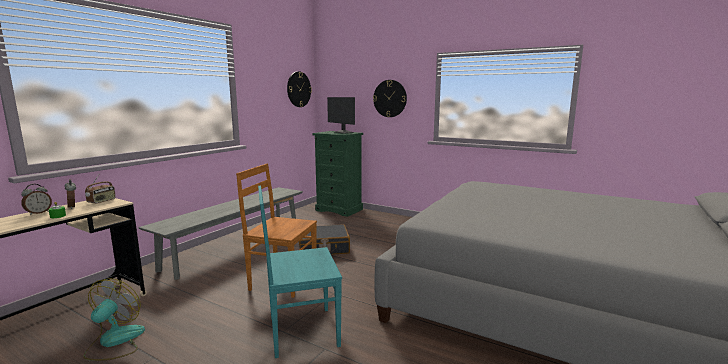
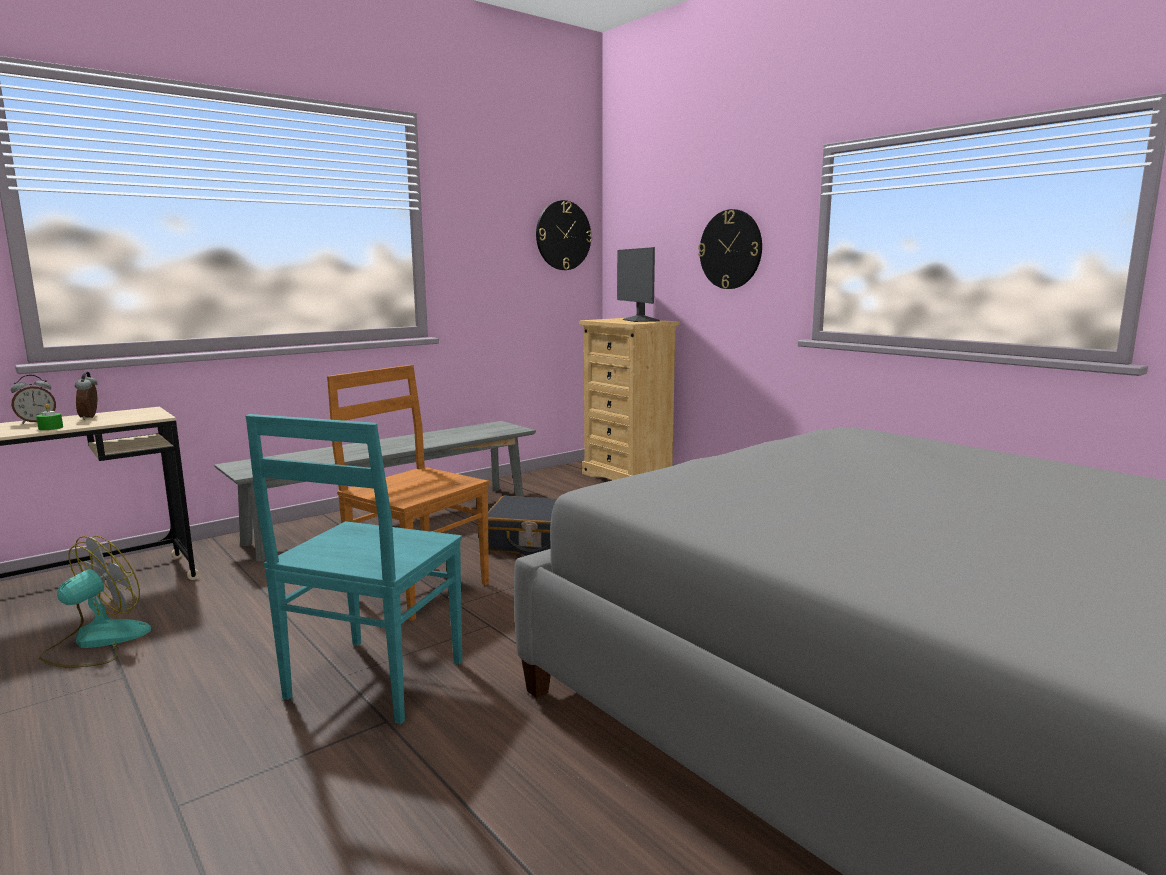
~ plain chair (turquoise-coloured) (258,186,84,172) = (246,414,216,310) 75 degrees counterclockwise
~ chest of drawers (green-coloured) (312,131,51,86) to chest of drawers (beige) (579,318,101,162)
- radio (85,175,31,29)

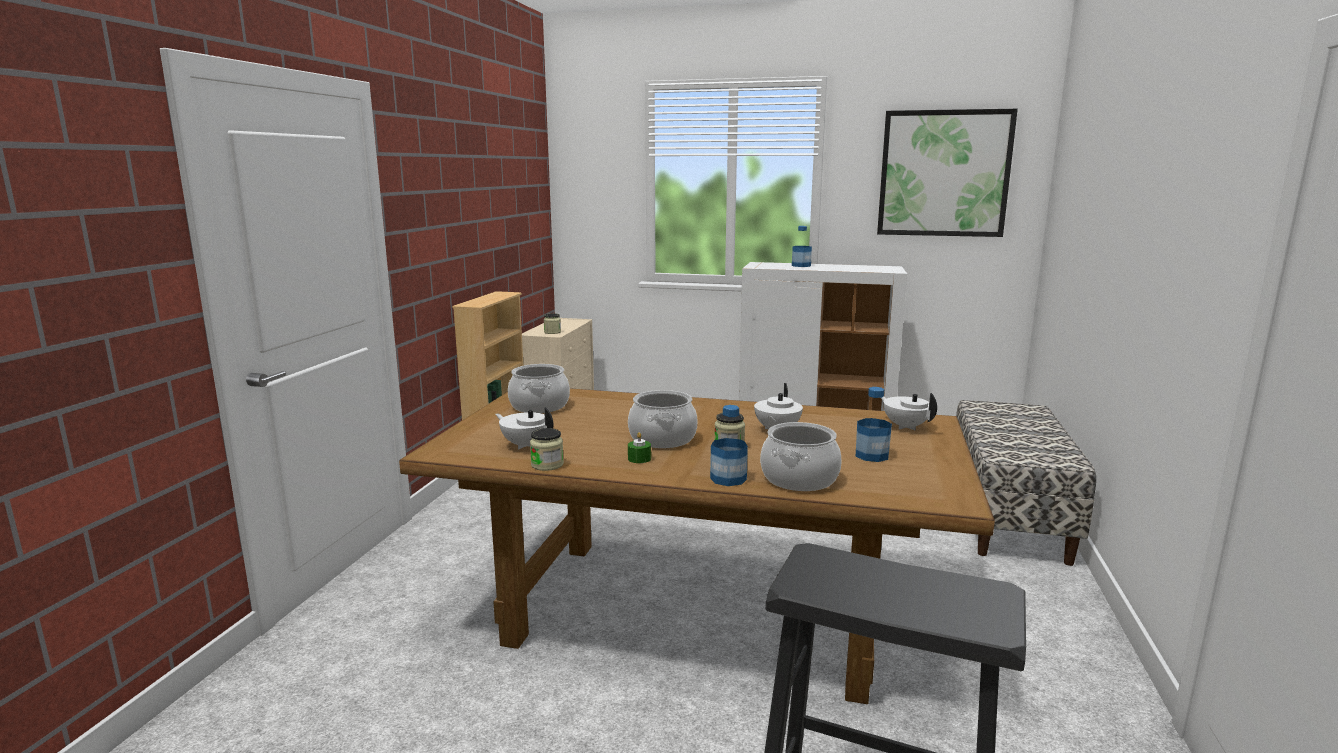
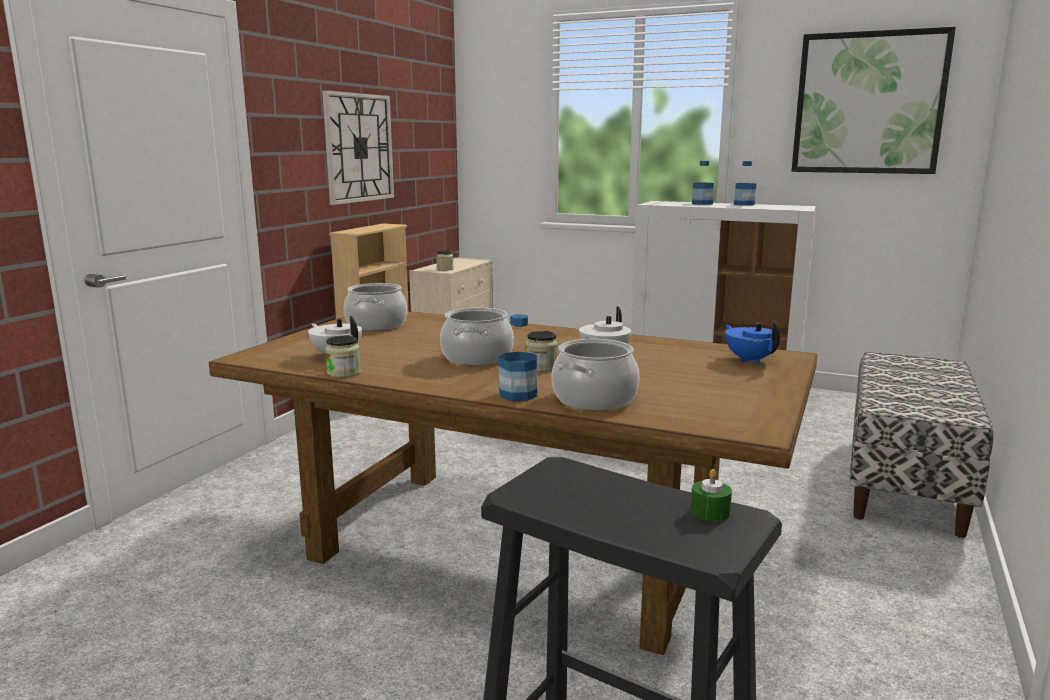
+ hanging clock (322,90,72,115)
~ candle (green-coloured) (628,432,23,31) to (691,469,41,52)
~ tea pot (white) (881,393,56,37) to tea pot (blue) (725,321,55,43)
~ bottle (856,387,36,75) to (734,161,23,45)

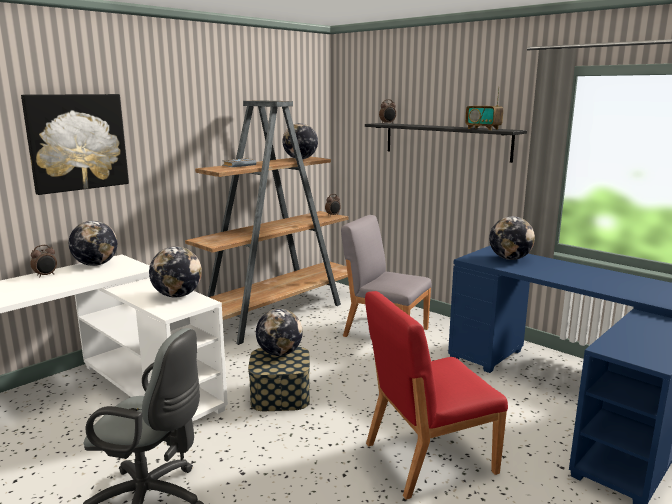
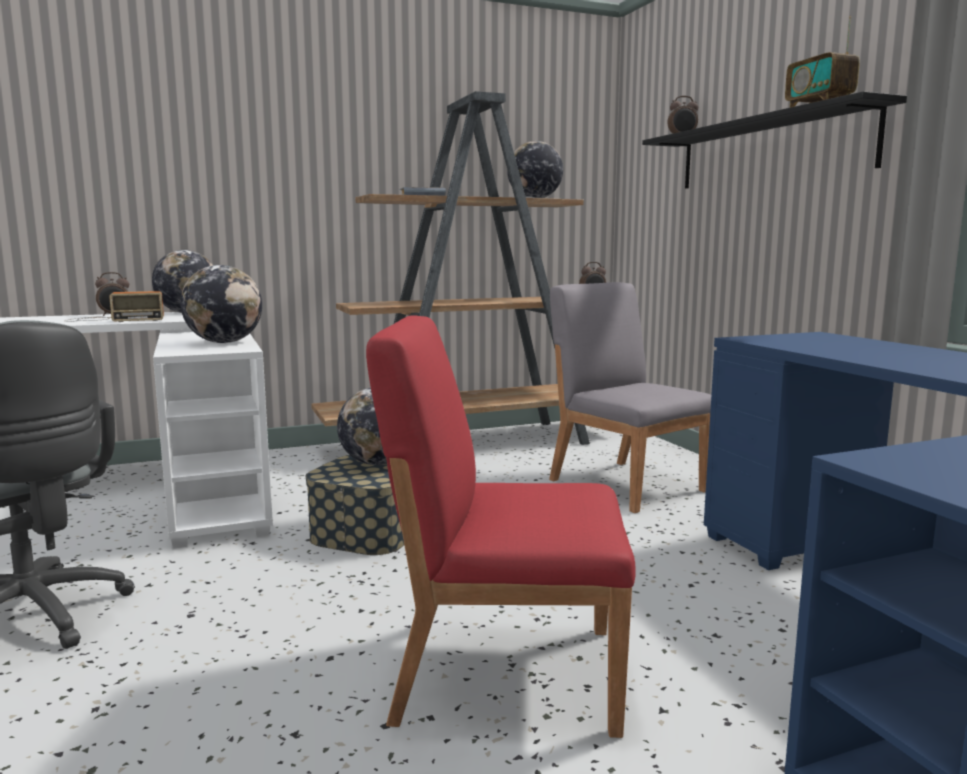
+ radio (65,291,99,31)
- wall picture (21,94,108,101)
- world globe (489,216,46,44)

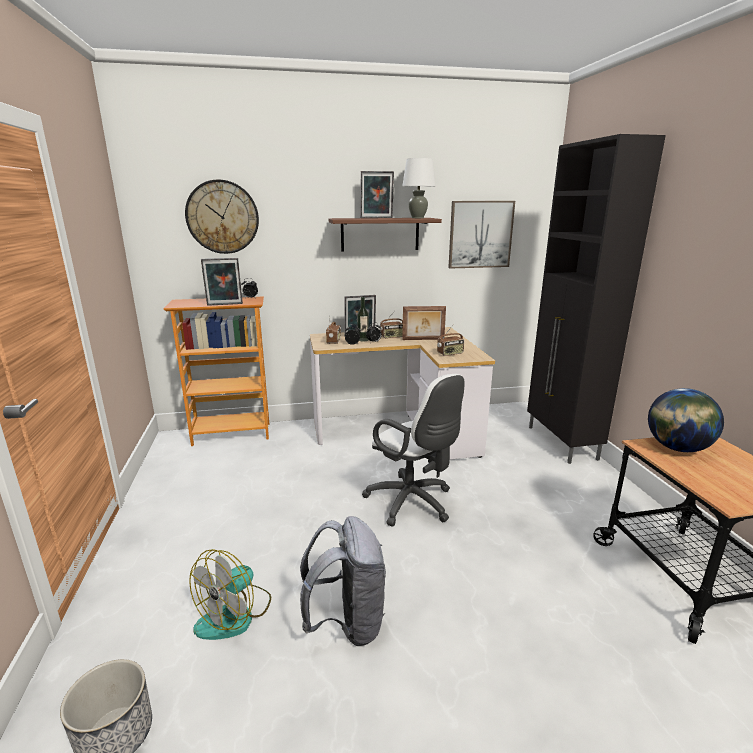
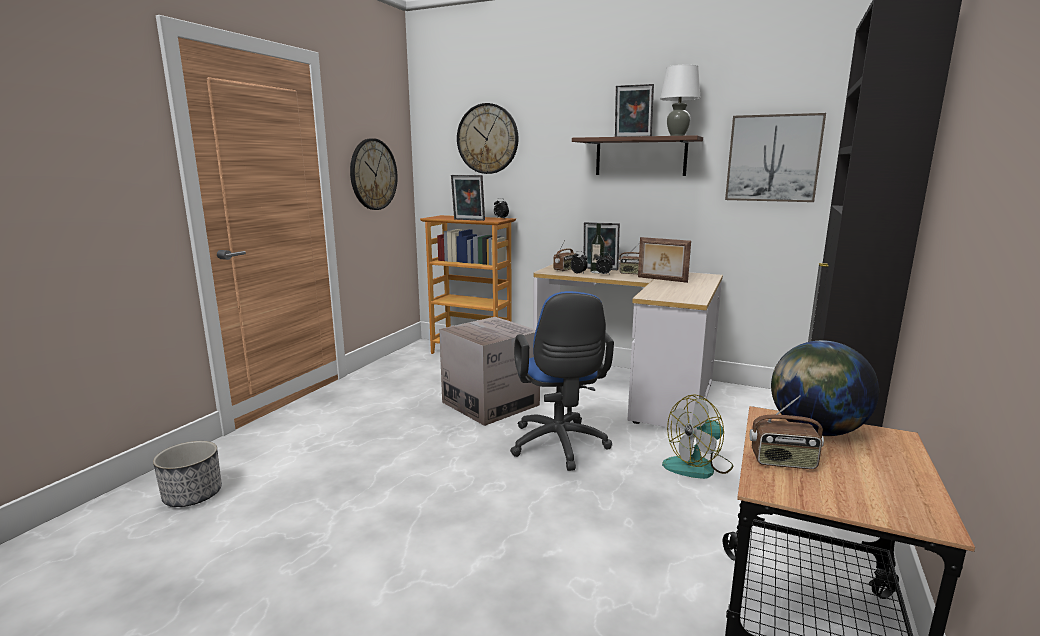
+ hanging clock (350,138,48,72)
+ cardboard box (439,317,101,109)
~ computer chair (white) (362,374,103,153) to computer chair (blue) (510,291,104,180)
~ fan (189,549,82,91) to (662,394,71,85)
~ radio (437,324,27,32) to (750,395,74,74)
- knapsack (grey) (300,516,86,130)

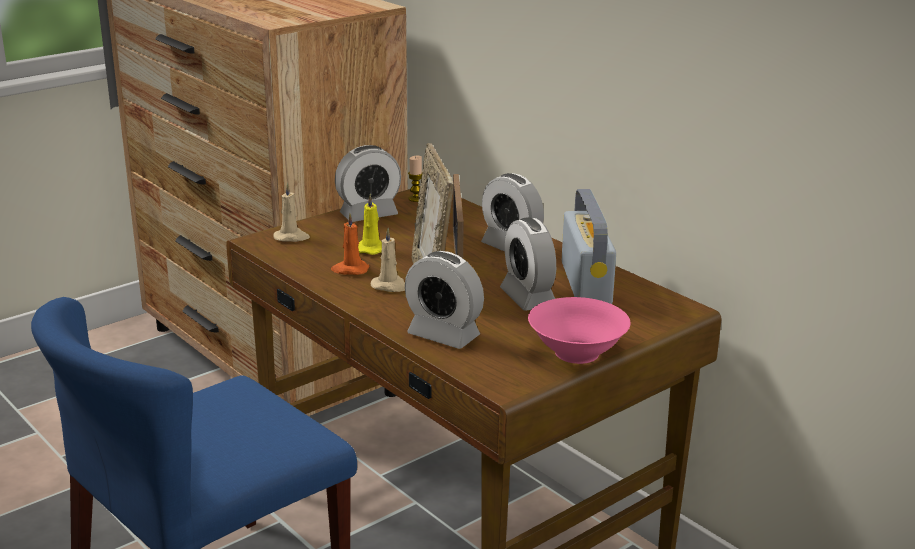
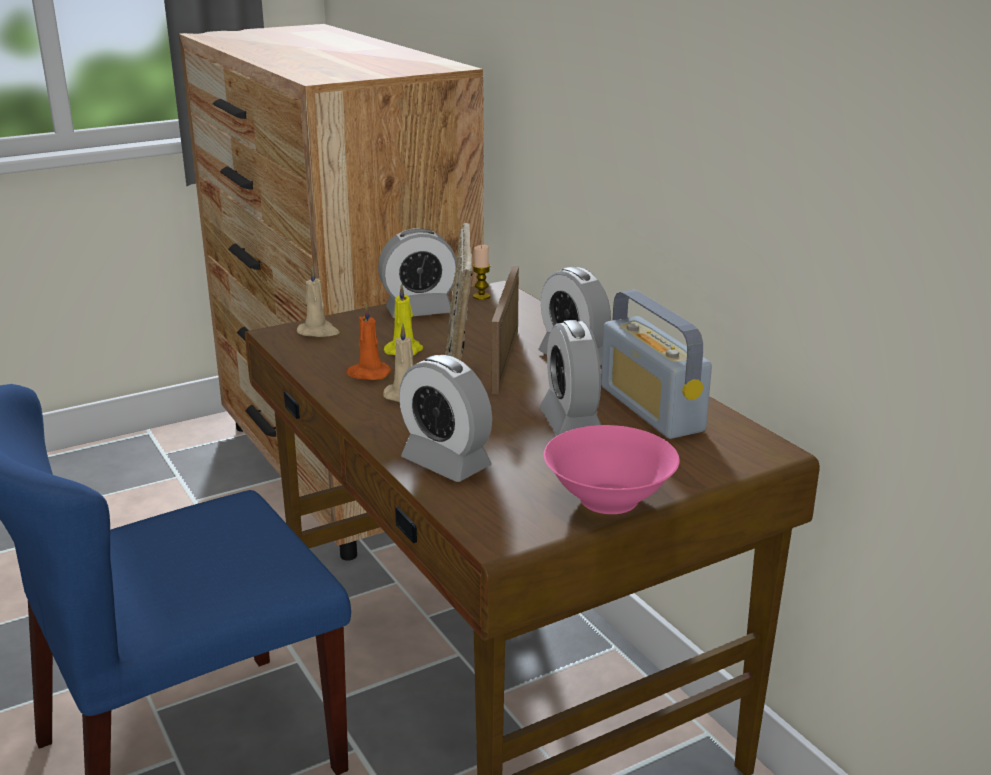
~ radio (562,189,54,115) = (601,290,111,149) 150 degrees clockwise

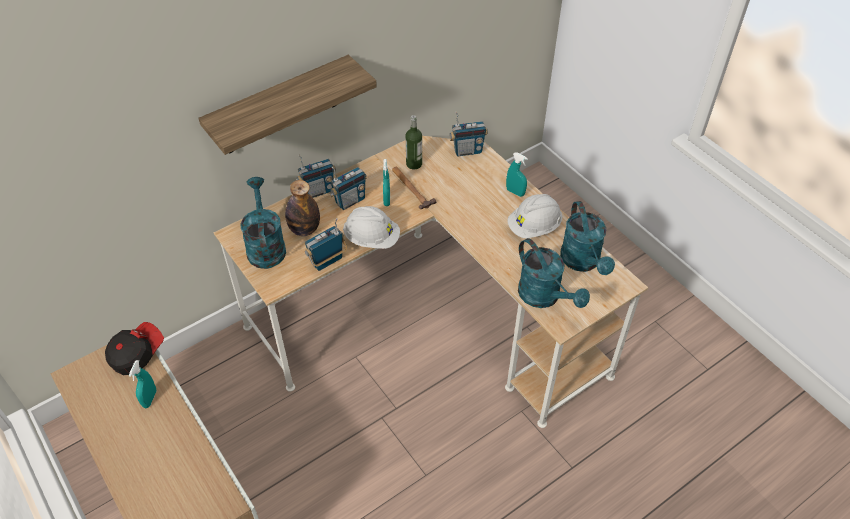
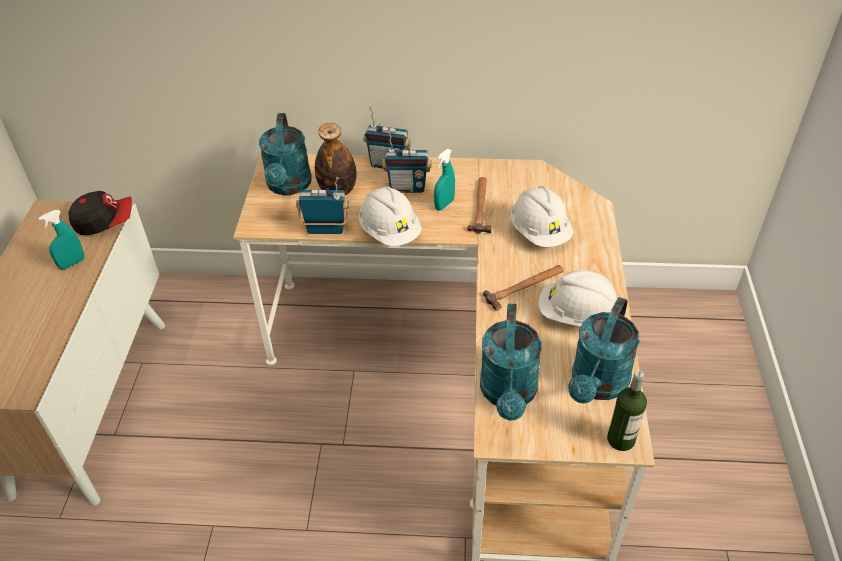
~ watering can (turquoise-coloured) (241,177,45,92) = (259,113,53,82) 150 degrees clockwise
+ hammer (483,265,81,46)
+ work helmet (white) (511,186,62,61)
~ bottle (406,115,16,54) to (607,370,40,81)
- wall shelf (199,55,178,100)
- radio (450,112,38,44)
- sprayer (turquoise-coloured) (506,152,22,45)

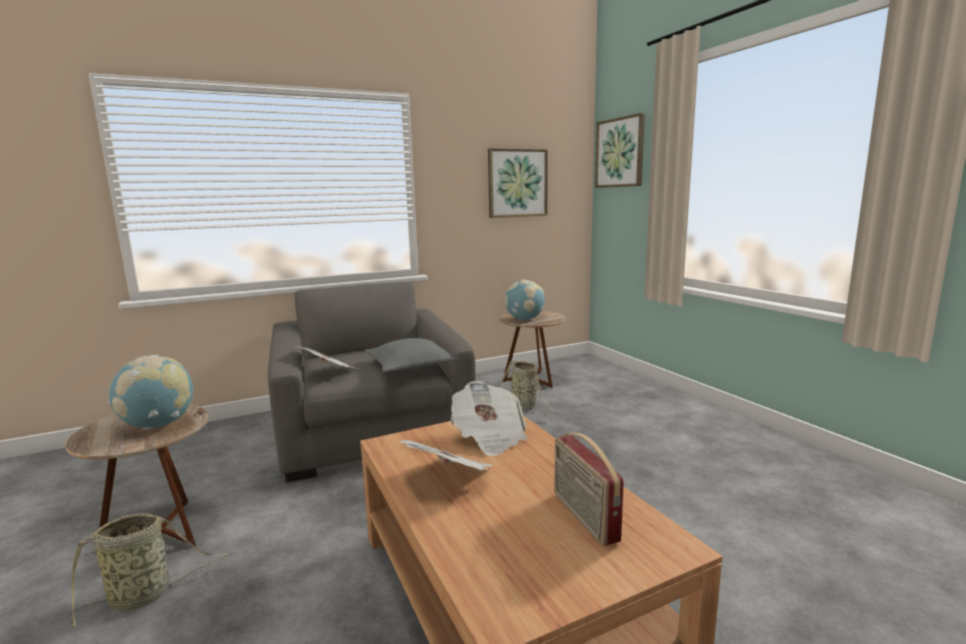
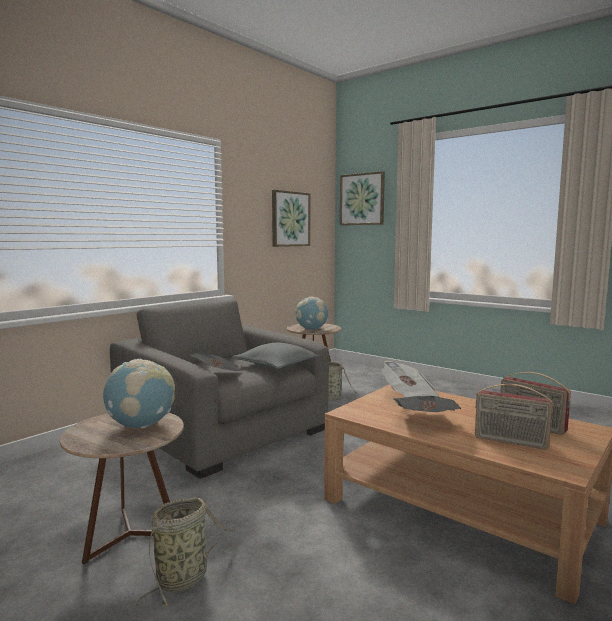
+ radio (475,384,78,66)

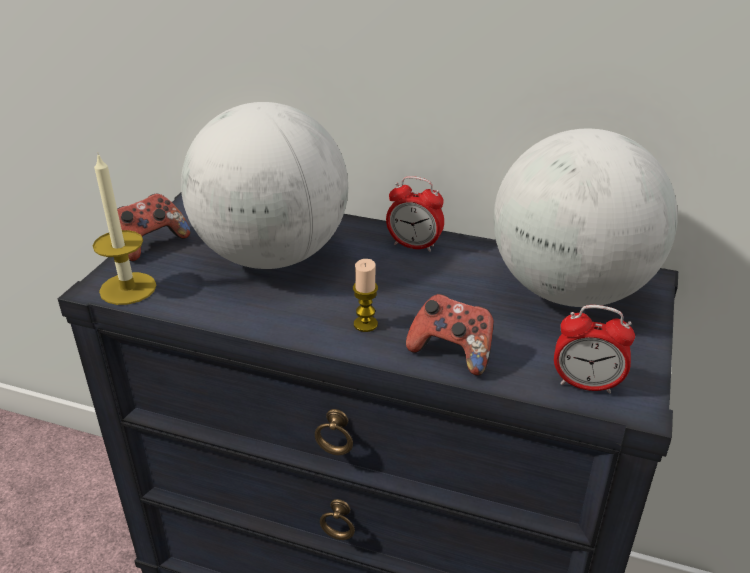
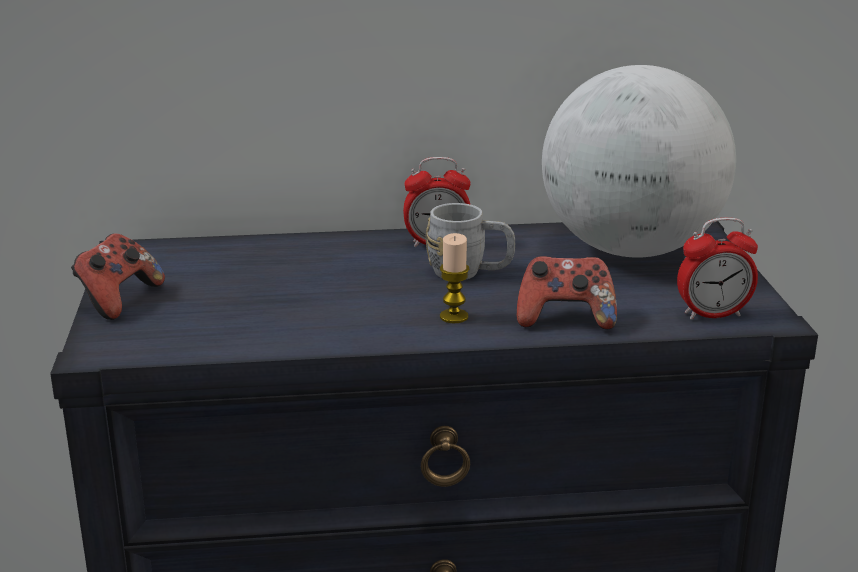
+ coffee mug (grey) (426,203,89,76)
- candle (93,152,63,153)
- world globe (181,102,167,167)

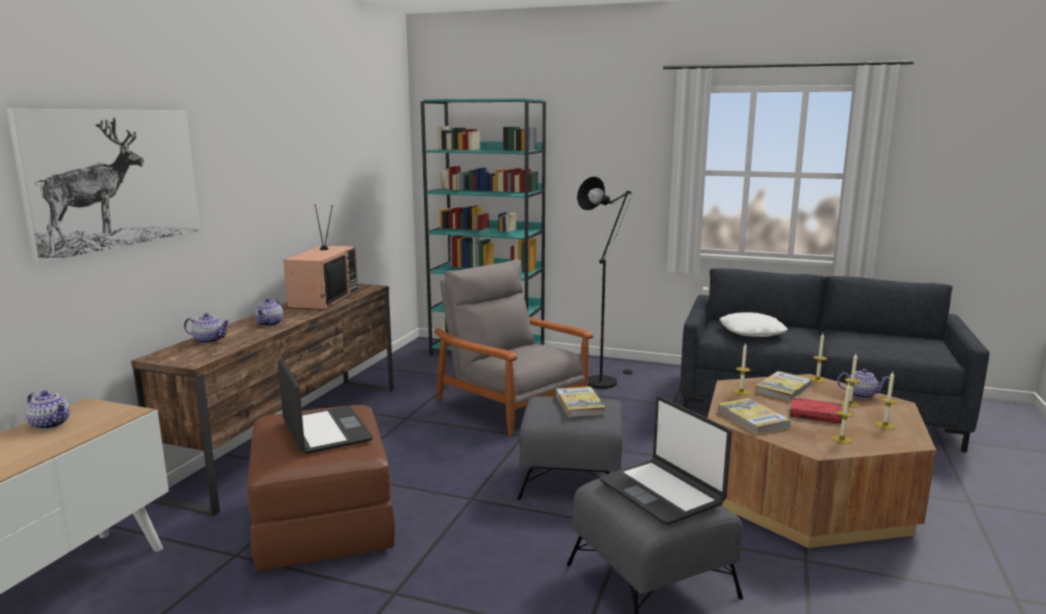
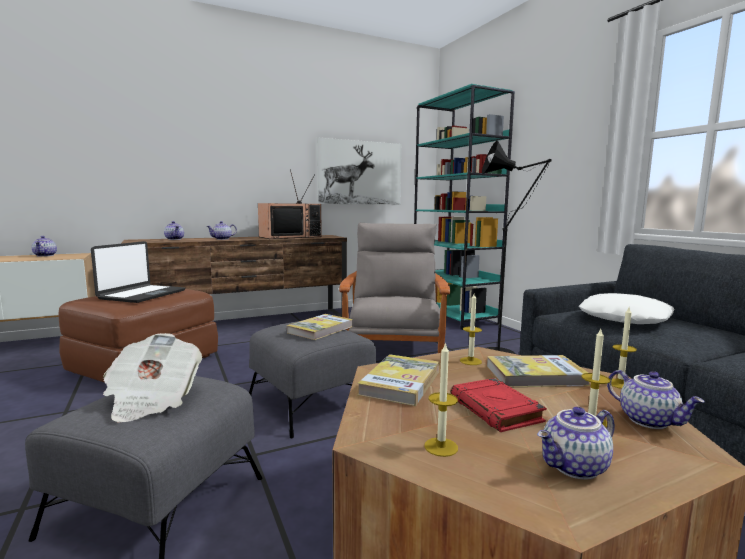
~ portable computer (600,396,132,129) to newspaper (103,333,99,90)
~ wall picture (6,109,194,154) to (316,137,85,68)
~ candle (875,372,22,57) to tea pot (537,407,78,73)

